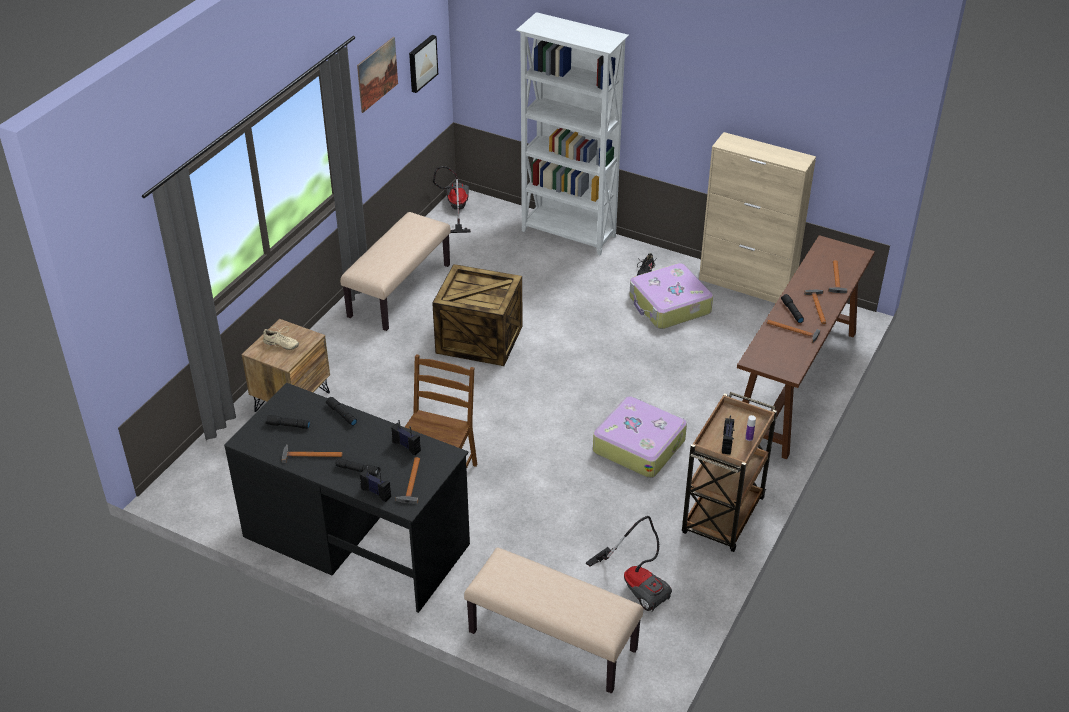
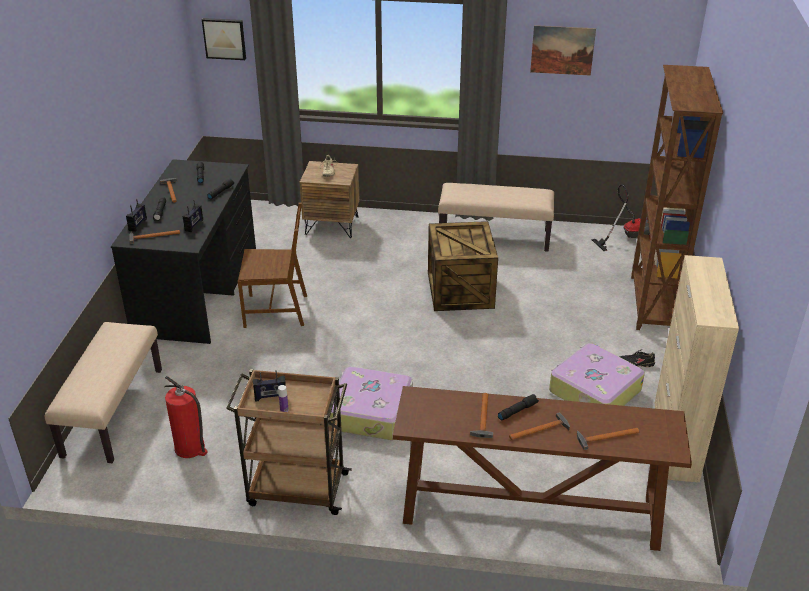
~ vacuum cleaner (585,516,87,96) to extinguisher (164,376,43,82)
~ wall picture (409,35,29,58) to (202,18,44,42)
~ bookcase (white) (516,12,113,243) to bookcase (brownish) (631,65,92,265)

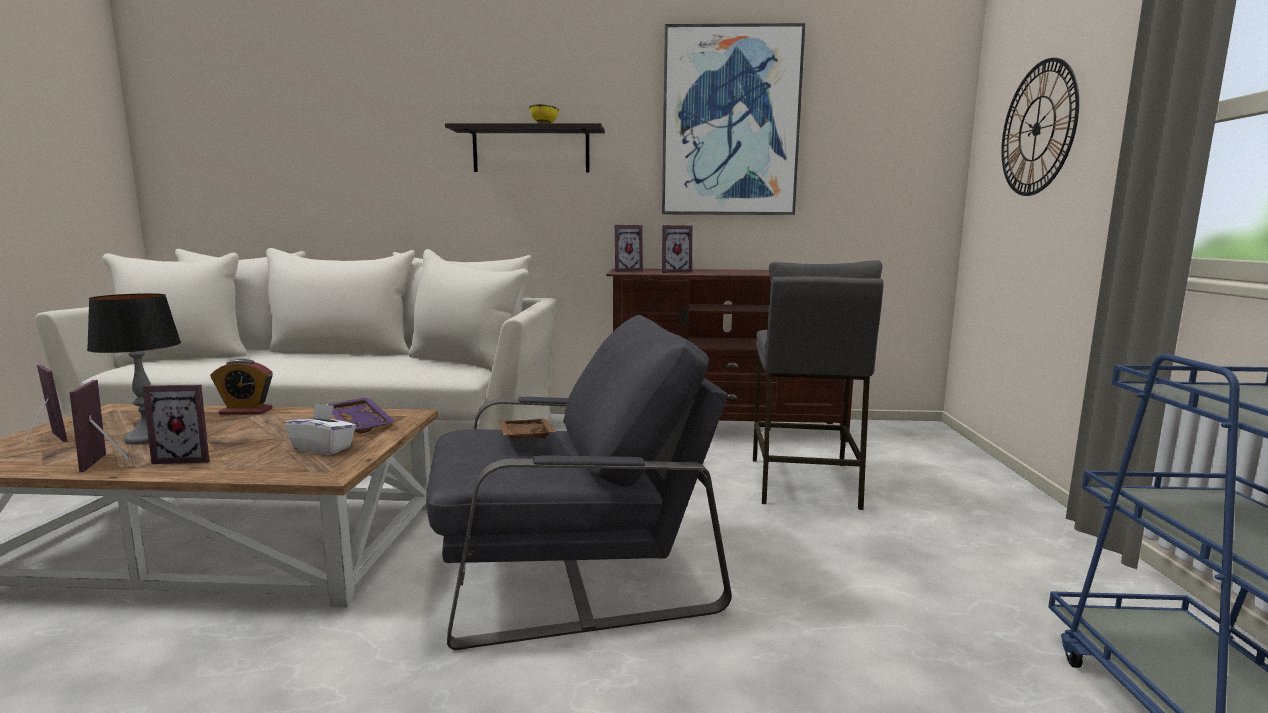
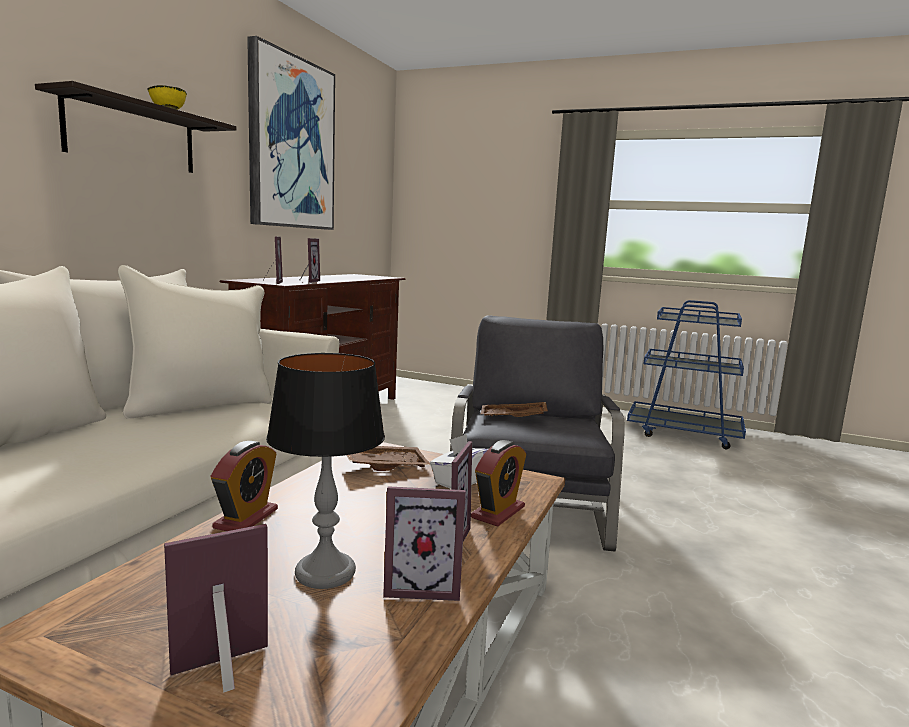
~ carrying tray (purplish) (326,397,69,37) to carrying tray (brownish) (347,446,83,25)
+ alarm clock (471,440,55,87)
- sitting stool (grey) (753,260,131,250)
- hanging clock (1001,58,78,138)

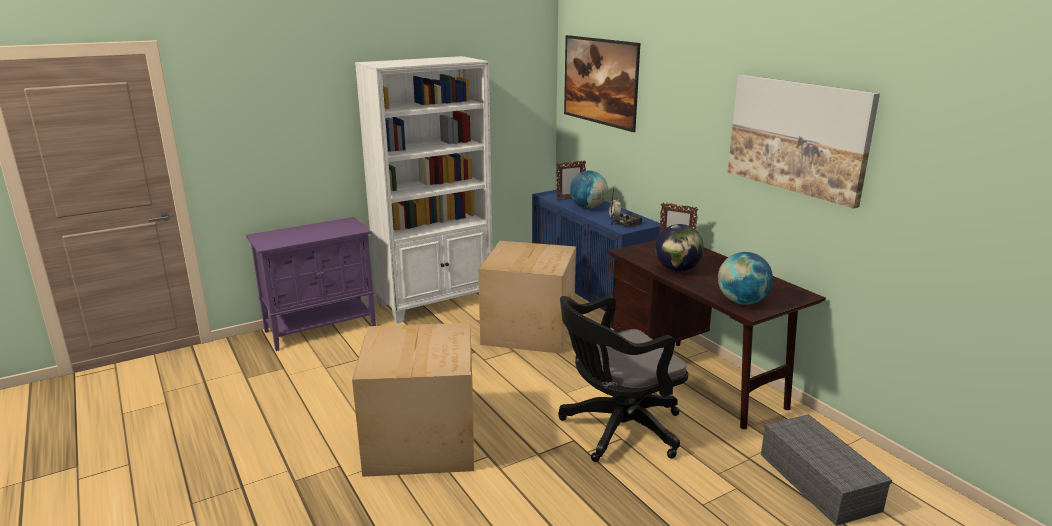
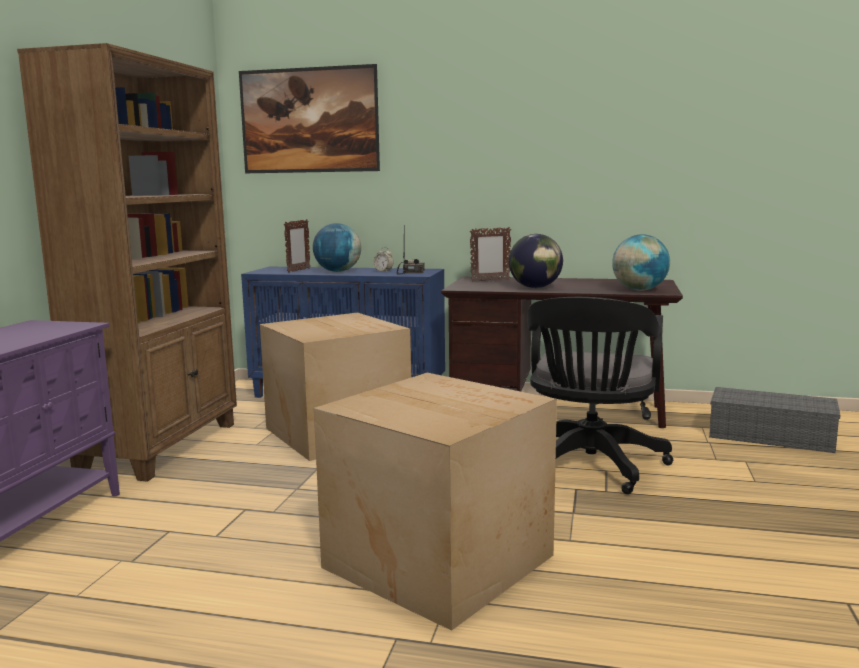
~ bookcase (white) (355,56,137,268) to bookcase (brownish) (17,43,220,439)
- wall picture (728,75,152,134)

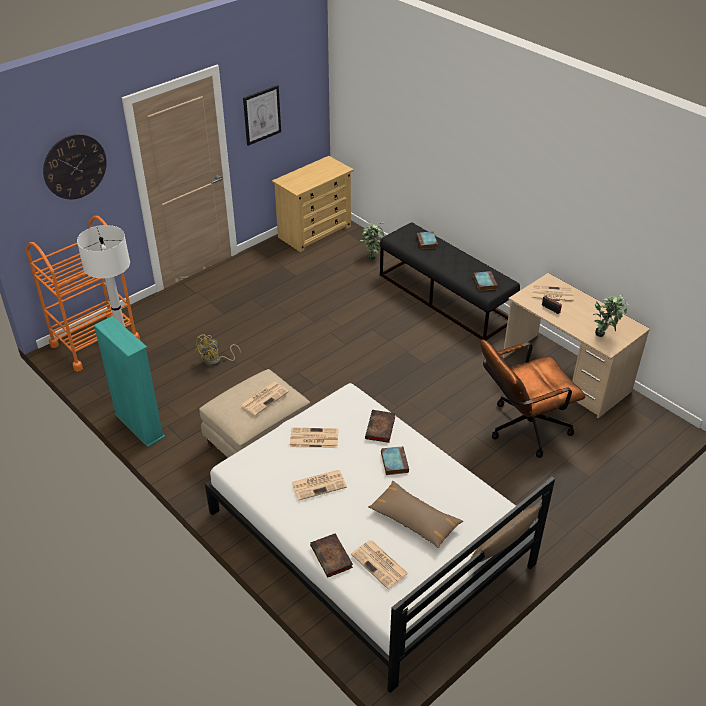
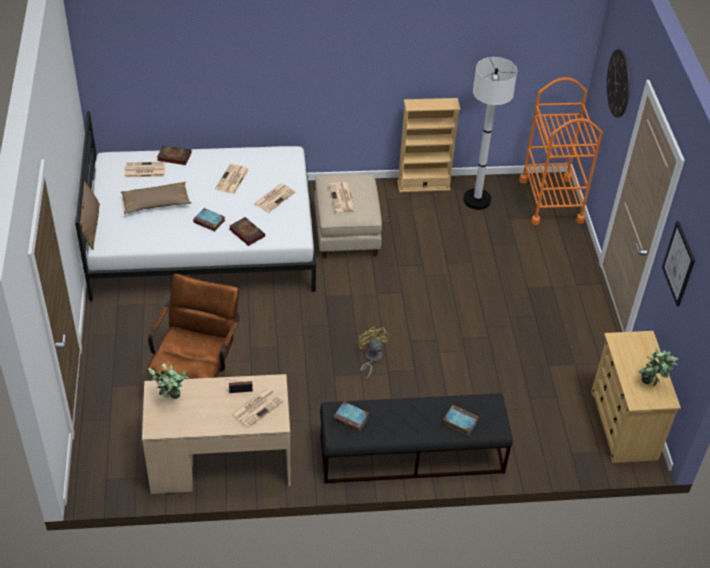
~ fan (yellow-coloured) (195,334,46,32) to (358,327,31,52)
~ bookcase (turquoise-coloured) (94,316,71,131) to bookcase (beige) (397,98,64,94)
~ plant in a pot (360,222,24,38) to (638,348,40,39)

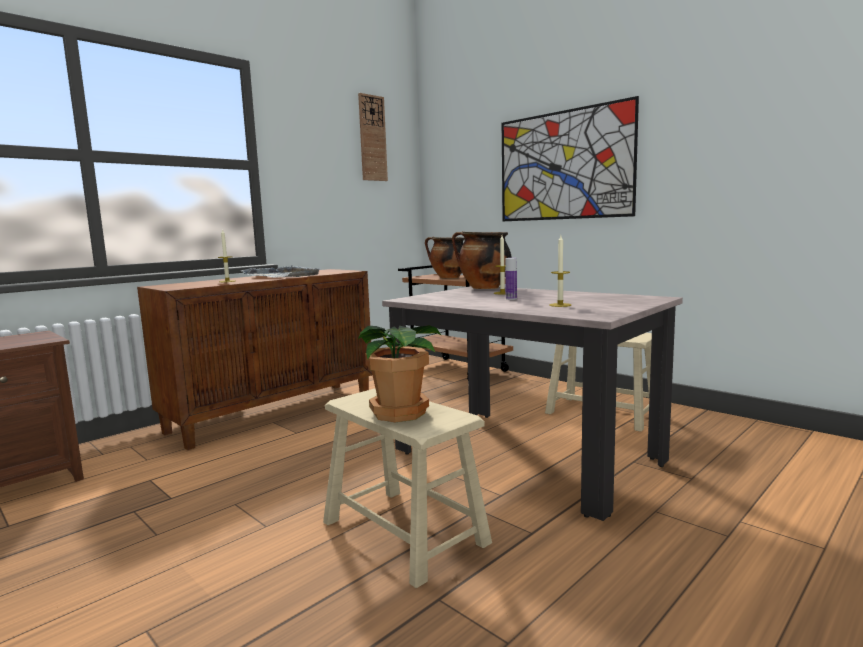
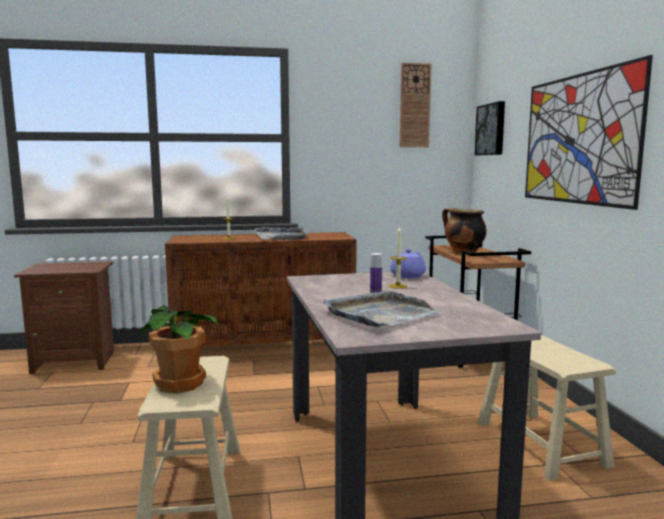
~ candle (549,236,22,71) to carrying tray (grey) (323,291,119,36)
~ cooking pot (452,231,60,58) to tea pot (purplish) (391,249,35,29)
+ wall picture (475,101,30,54)

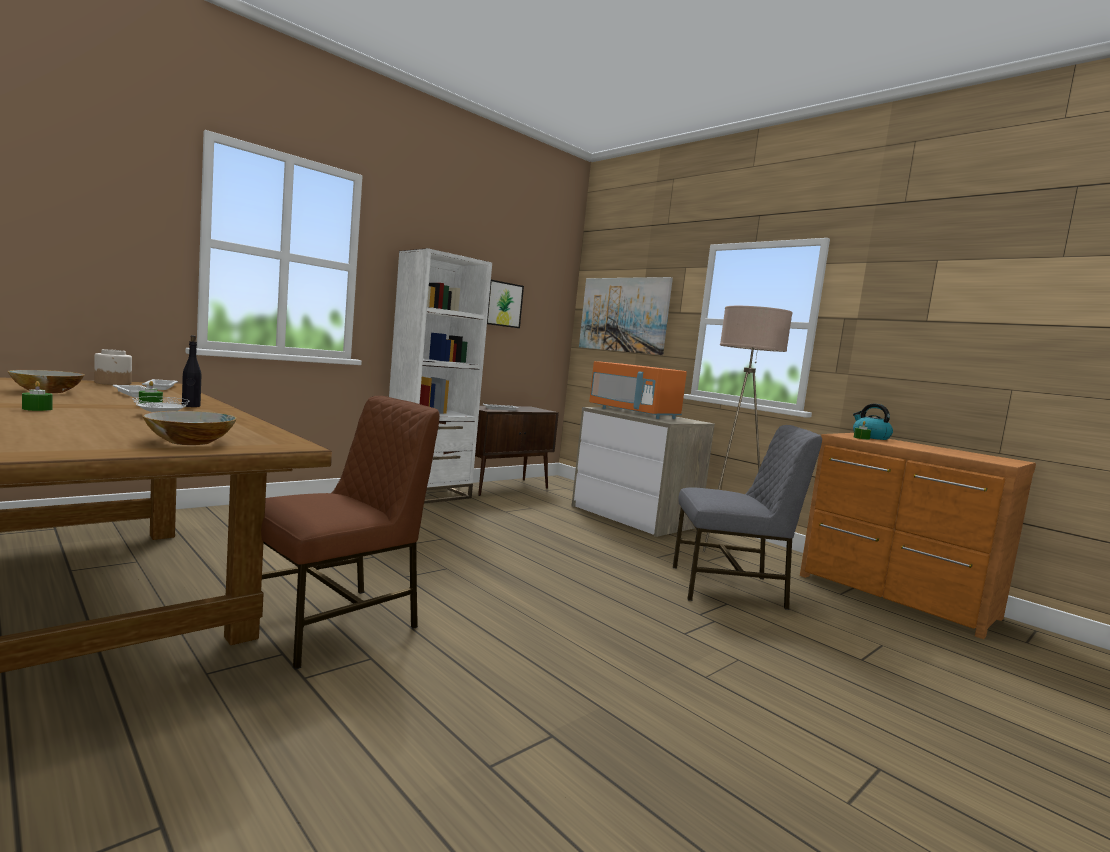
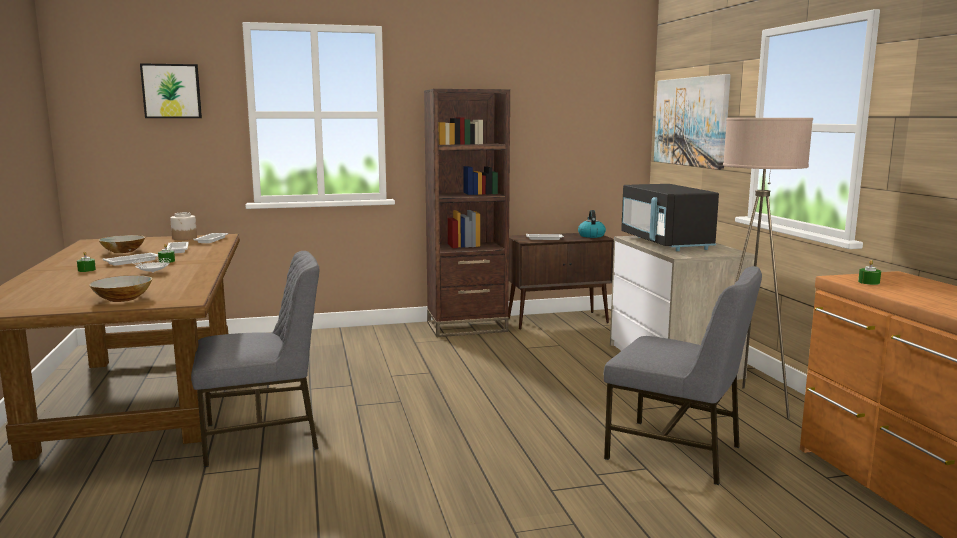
+ carrying tray (white) (103,253,55,13)
~ wall picture (487,280,37,48) to (140,63,62,55)
~ plain chair (brownish) (261,396,179,274) to plain chair (grey) (191,251,128,216)
~ bookcase (white) (389,248,103,256) to bookcase (brownish) (424,89,86,248)
~ kettle (853,403,40,37) to (578,210,28,28)
~ microwave oven (orangey) (589,361,98,58) to microwave oven (black-coloured) (621,184,98,67)
- bottle (black-coloured) (182,335,19,72)

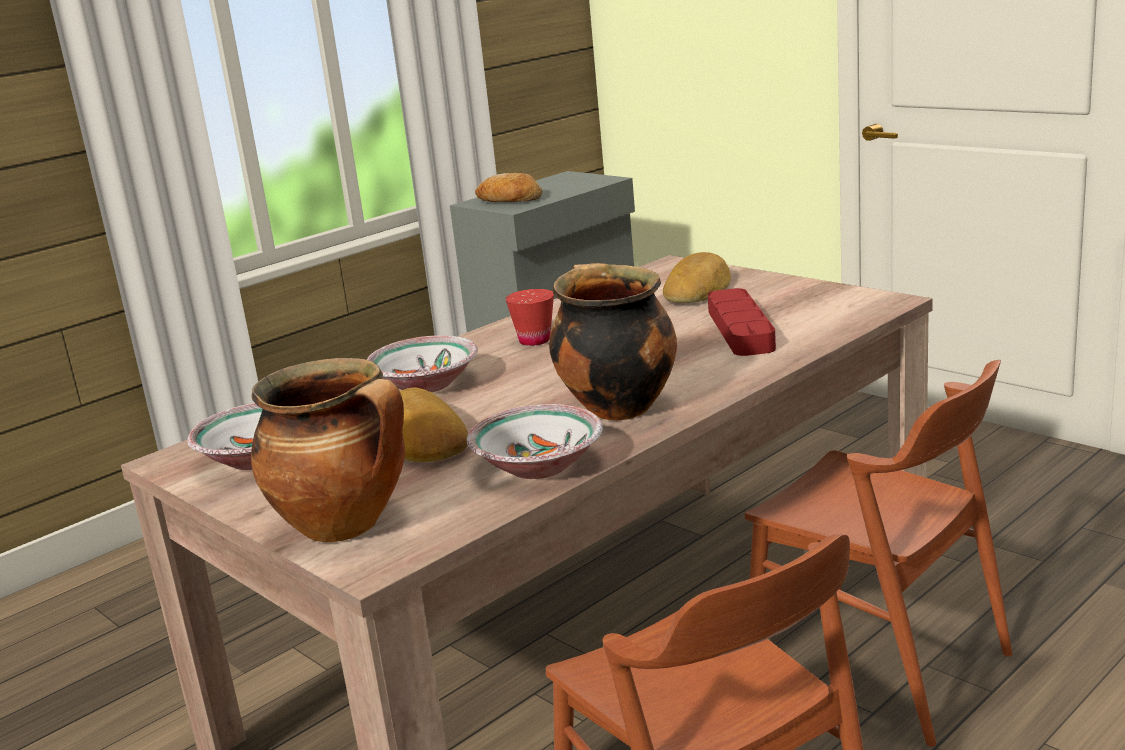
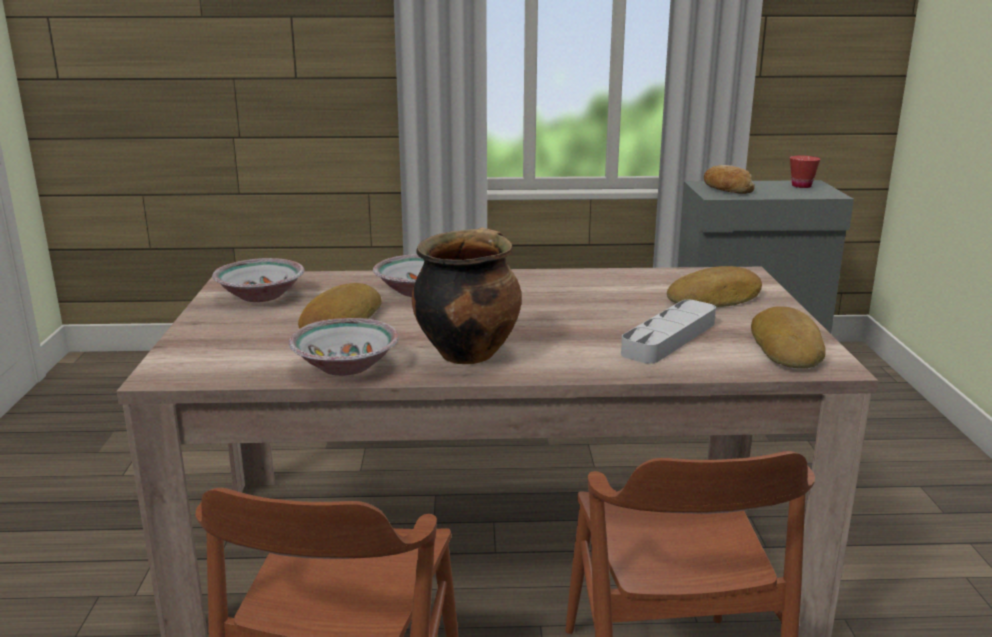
~ carrying tray (reddish) (708,288,68,68) to carrying tray (grey) (621,300,95,64)
+ baked bread (751,306,75,62)
~ cup (reddish) (505,289,49,57) to (790,156,30,32)
- cooking pot (251,358,154,184)

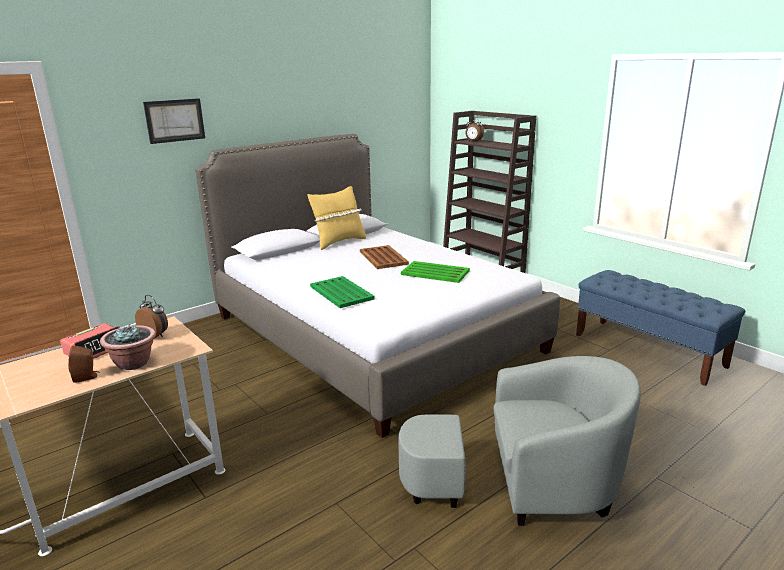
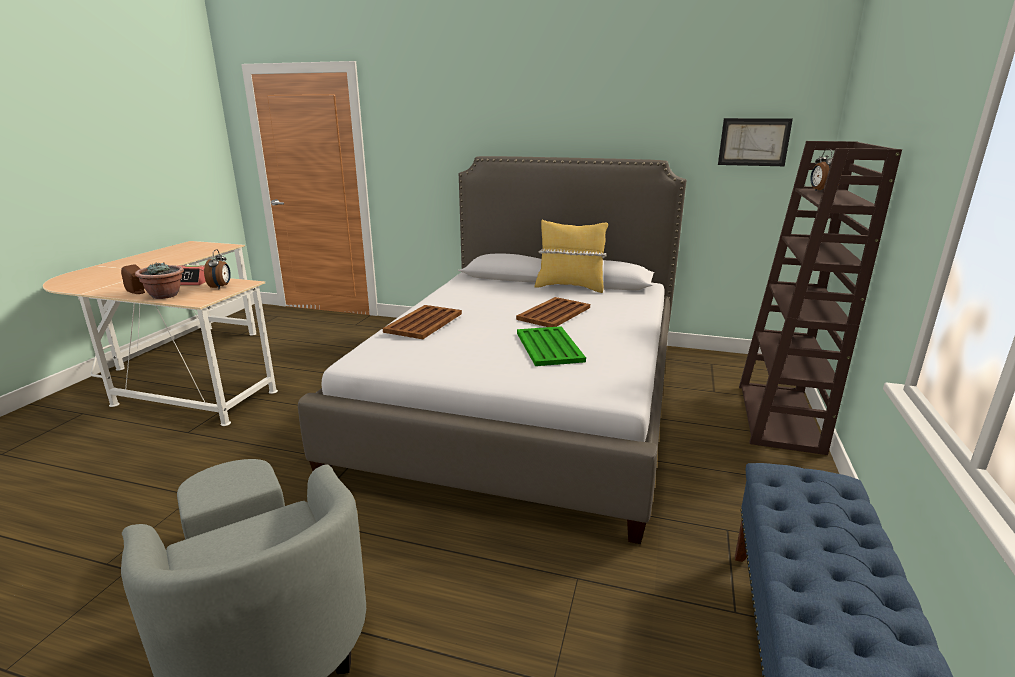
~ carrying tray (green-coloured) (310,276,65,32) to carrying tray (brownish) (383,305,79,34)
~ wall picture (143,98,62,46) to (718,118,75,48)

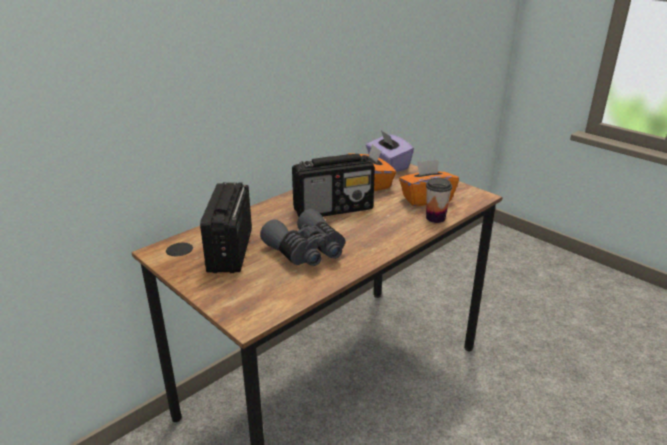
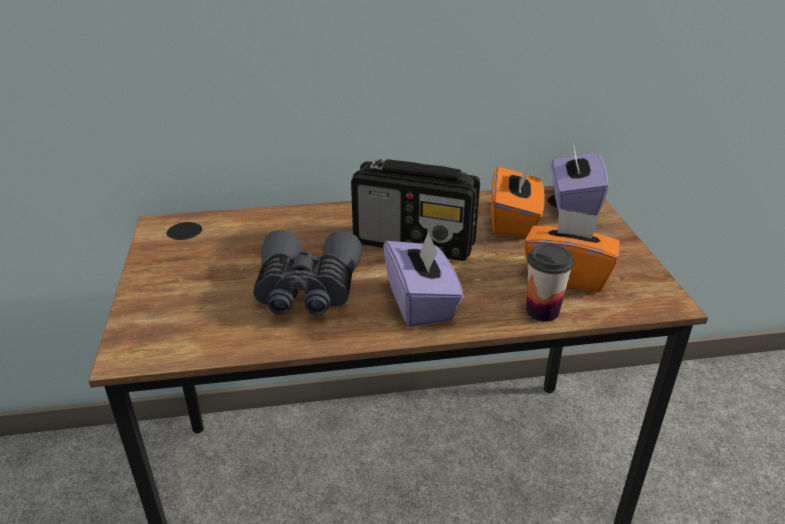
+ box of tissues (purplish) (383,231,81,96)
- radio (200,182,52,91)

